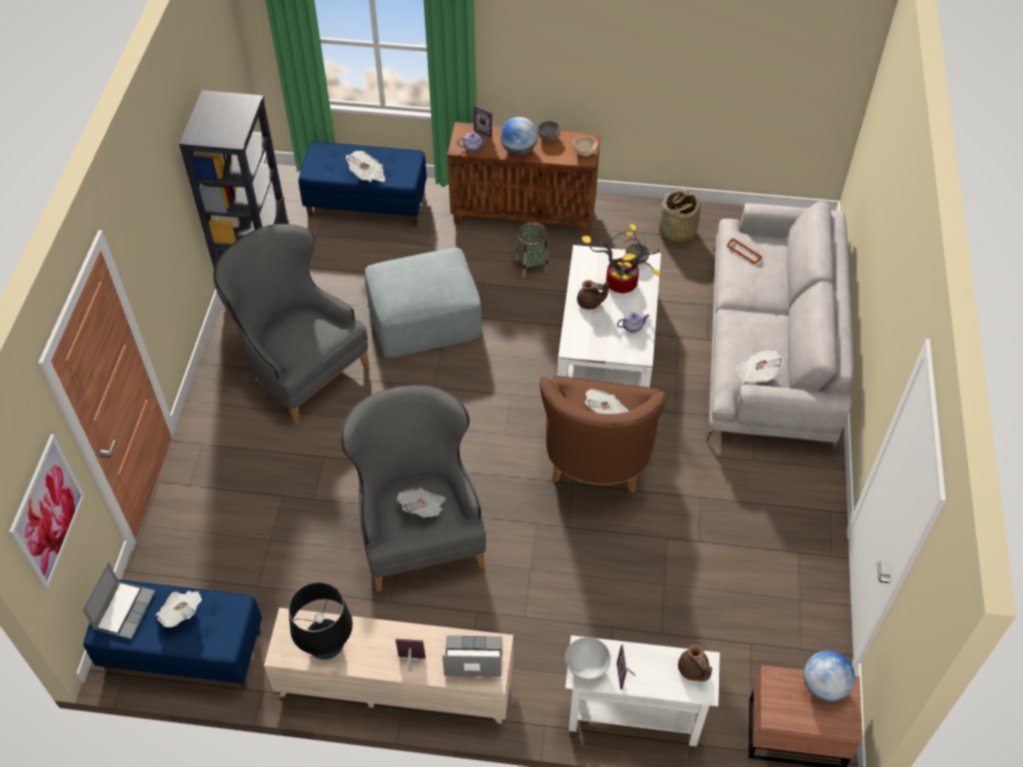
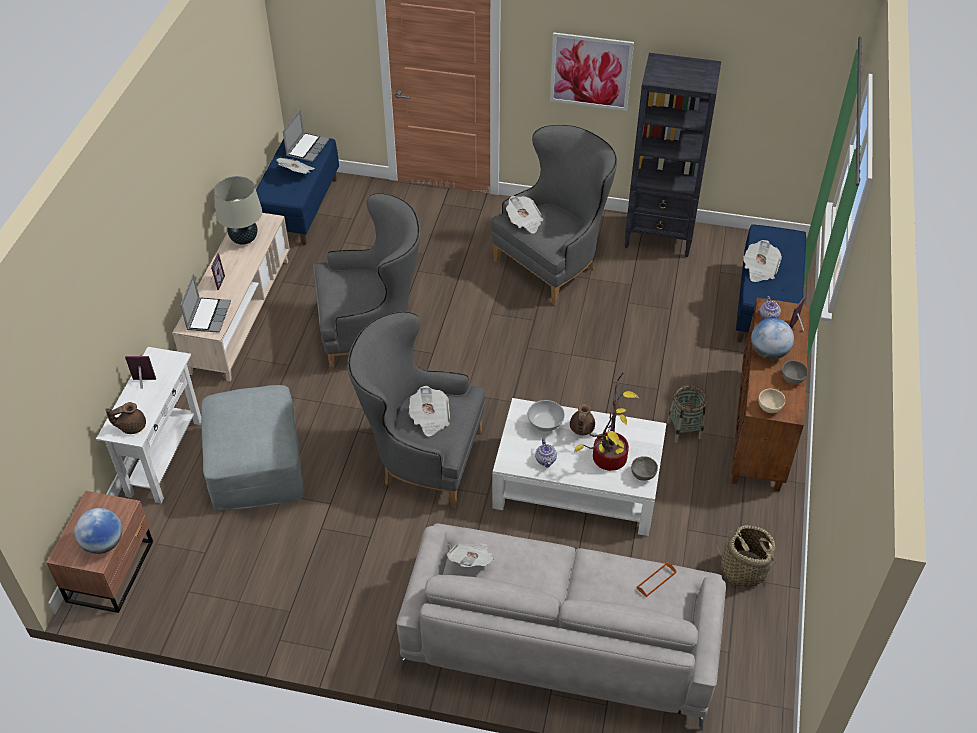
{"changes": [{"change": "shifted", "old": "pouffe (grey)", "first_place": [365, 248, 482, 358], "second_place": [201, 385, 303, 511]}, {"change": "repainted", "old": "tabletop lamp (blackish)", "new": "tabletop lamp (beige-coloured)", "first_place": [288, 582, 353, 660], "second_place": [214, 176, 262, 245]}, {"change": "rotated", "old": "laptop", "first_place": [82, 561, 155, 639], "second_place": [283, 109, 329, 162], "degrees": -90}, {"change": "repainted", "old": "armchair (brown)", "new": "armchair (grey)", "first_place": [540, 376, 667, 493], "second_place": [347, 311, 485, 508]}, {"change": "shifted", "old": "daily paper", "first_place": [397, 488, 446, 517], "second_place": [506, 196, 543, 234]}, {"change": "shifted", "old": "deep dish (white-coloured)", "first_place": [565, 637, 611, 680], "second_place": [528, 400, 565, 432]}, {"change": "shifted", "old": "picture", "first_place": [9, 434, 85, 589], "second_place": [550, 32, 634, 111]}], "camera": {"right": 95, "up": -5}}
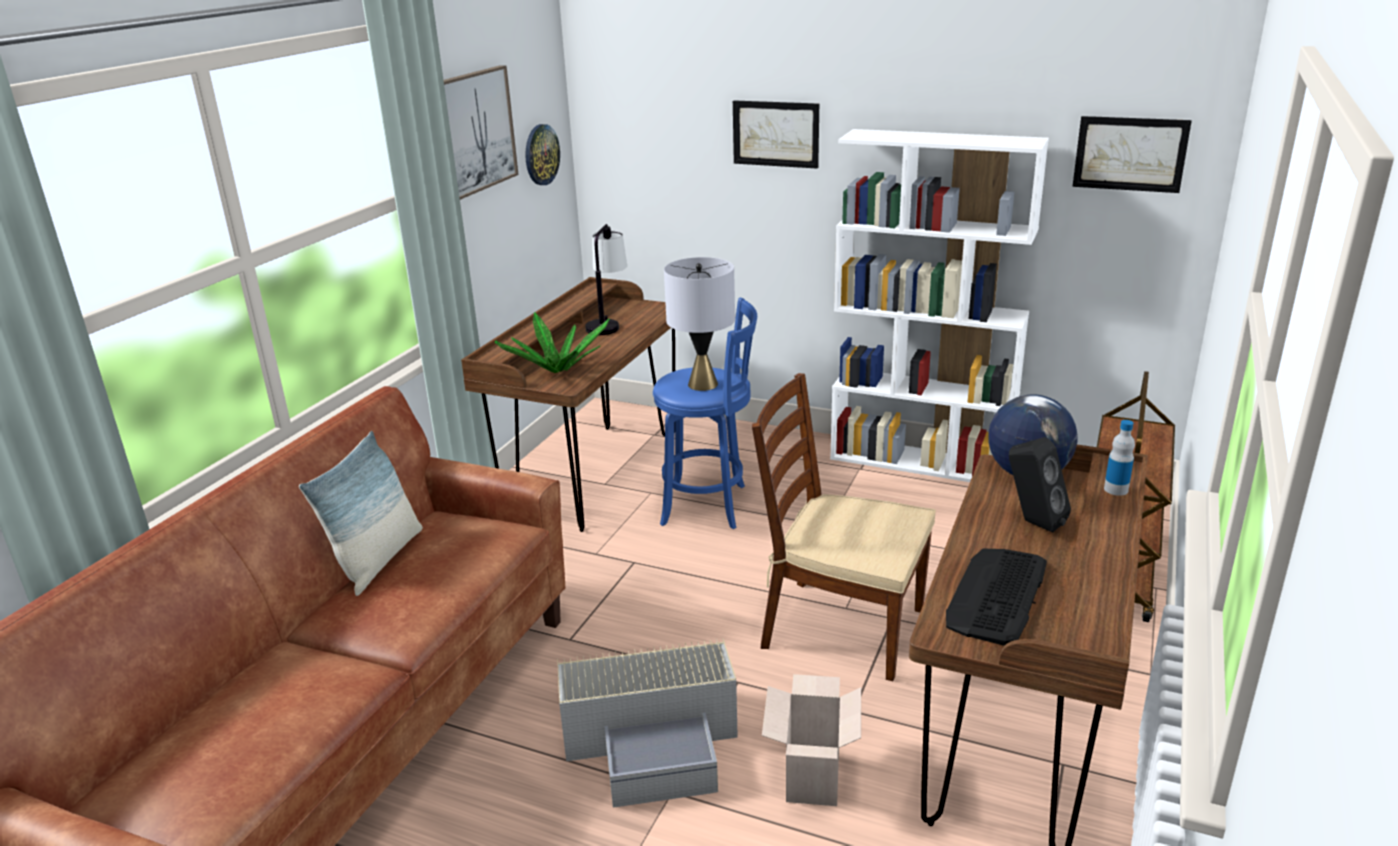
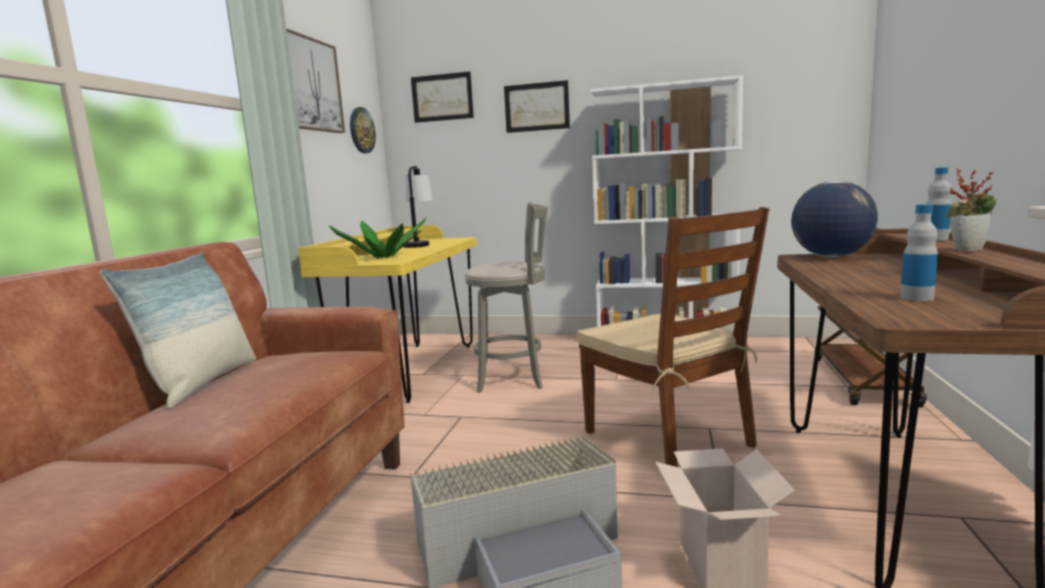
{"changes": [{"change": "repainted", "old": "desk (brown)", "new": "desk (yellow-coloured)", "first_place": [461, 277, 675, 532], "second_place": [298, 225, 477, 403]}, {"change": "shifted", "old": "picture", "first_place": [1072, 116, 1192, 193], "second_place": [411, 71, 474, 123]}, {"change": "repainted", "old": "sitting stool (bluish)", "new": "sitting stool (grey)", "first_place": [653, 298, 757, 529], "second_place": [464, 203, 548, 393]}, {"change": "rotated", "old": "upright chair (brown)", "first_place": [752, 373, 936, 681], "second_place": [577, 207, 770, 467], "degrees": -135}, {"change": "swapped", "old": "PC keyboard", "new": "drink bottle", "first_place": [946, 549, 1047, 646], "second_place": [900, 204, 938, 301]}, {"change": "new", "new": "plant in a pot", "second_place": [947, 169, 997, 251]}, {"change": "gone", "old": "tabletop lamp (grey)", "first_place": [664, 257, 735, 391]}, {"change": "gone", "old": "audio speaker (blackish)", "first_place": [1009, 437, 1071, 533]}], "camera": {"right": -10, "up": -15}}
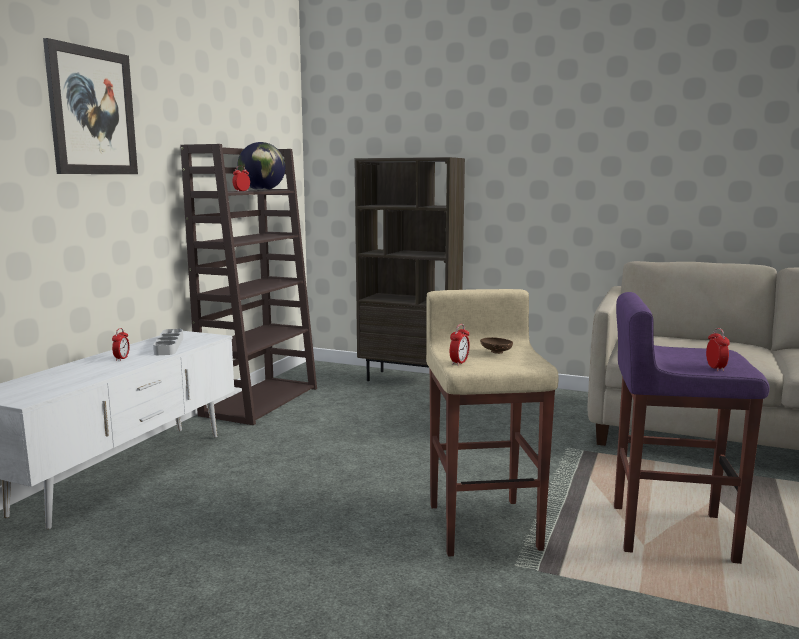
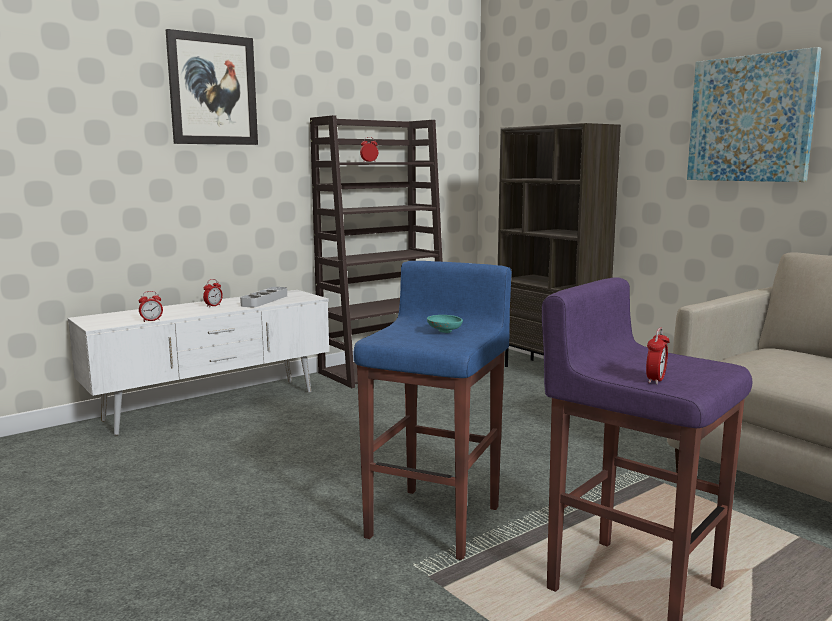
{"changes": [{"change": "shifted", "old": "bedside clock", "first_place": [450, 324, 470, 366], "second_place": [139, 291, 163, 322]}, {"change": "repainted", "old": "sitting stool (beige-coloured)", "new": "sitting stool (bluish)", "first_place": [426, 289, 558, 557], "second_place": [353, 261, 512, 560]}, {"change": "repainted", "old": "deep dish (brown)", "new": "deep dish (turquoise)", "first_place": [480, 337, 513, 354], "second_place": [427, 315, 463, 333]}, {"change": "new", "new": "picture", "second_place": [687, 47, 821, 182]}, {"change": "gone", "old": "world globe", "first_place": [237, 142, 286, 191]}], "camera": {"right": 30, "up": 0}}
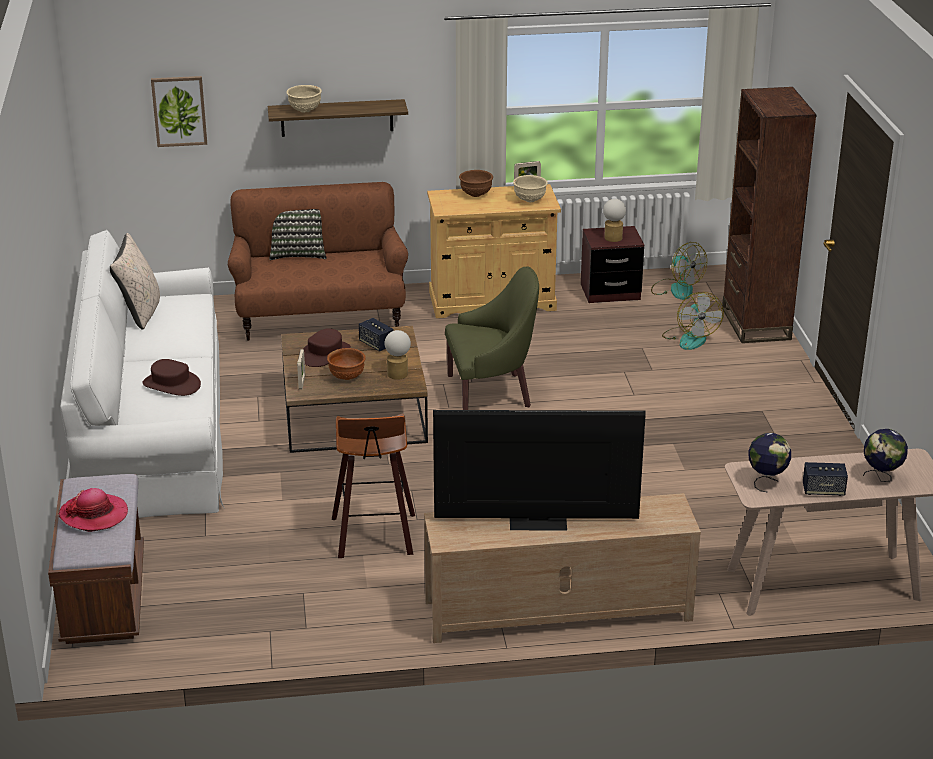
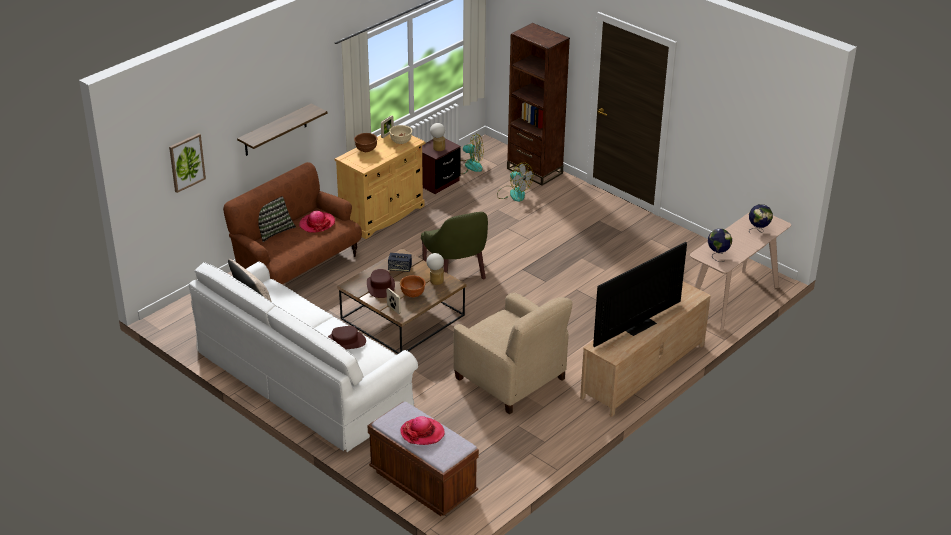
{"changes": [{"change": "new", "new": "wearable hat", "second_place": [299, 211, 335, 233]}, {"change": "rotated", "old": "armchair (greenish)", "first_place": [445, 266, 539, 410], "second_place": [421, 212, 488, 280], "degrees": 120}, {"change": "swapped", "old": "sitting stool", "new": "armchair (beige-coloured)", "first_place": [332, 413, 415, 558], "second_place": [453, 293, 573, 414]}, {"change": "gone", "old": "deep dish (beige-coloured)", "first_place": [287, 85, 322, 113]}, {"change": "gone", "old": "audio speaker", "first_place": [803, 462, 848, 496]}], "camera": {"right": -40, "up": 5}}
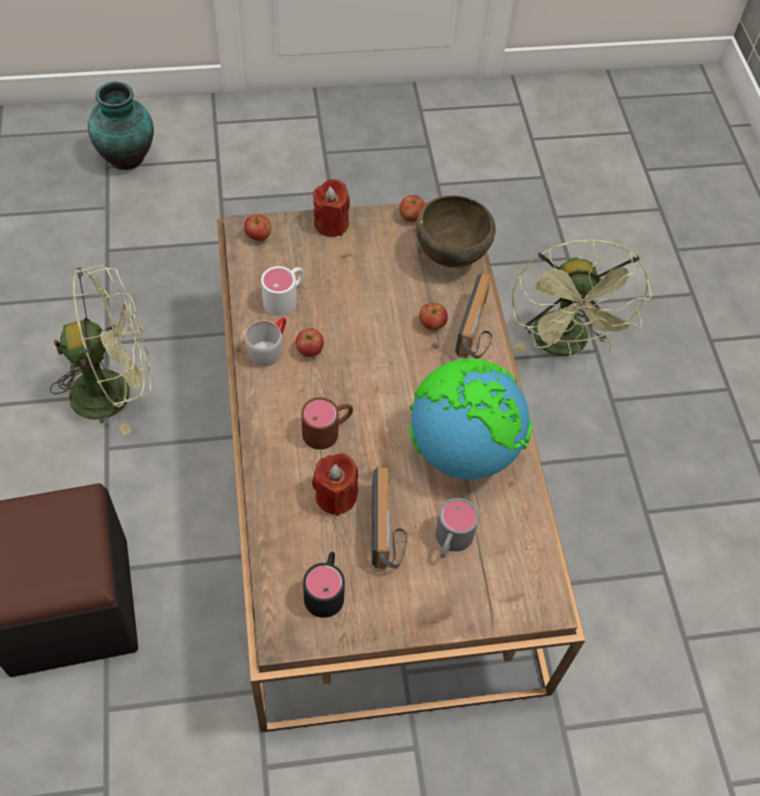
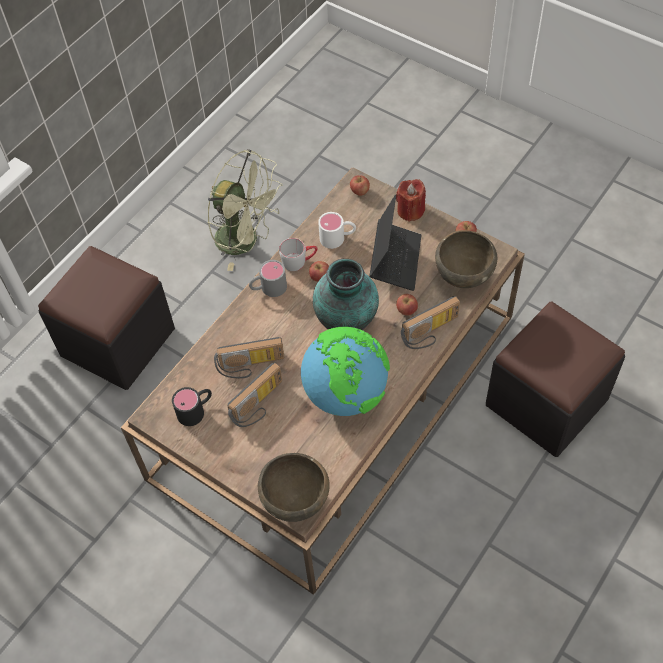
{"changes": [{"change": "swapped", "old": "wax light (red-coloured)", "new": "radio", "first_place": [312, 453, 358, 516], "second_place": [214, 337, 284, 379]}, {"change": "shifted", "old": "mug (grey)", "first_place": [435, 498, 479, 558], "second_place": [249, 260, 287, 297]}, {"change": "new", "new": "deep dish (brown)", "second_place": [258, 453, 330, 522]}, {"change": "shifted", "old": "flower vase", "first_place": [88, 82, 154, 170], "second_place": [313, 259, 379, 330]}, {"change": "new", "new": "laptop", "second_place": [369, 194, 421, 291]}, {"change": "swapped", "old": "cooling fan (greenish)", "new": "pouffe (blackish)", "first_place": [512, 239, 652, 358], "second_place": [486, 302, 625, 457]}, {"change": "gone", "old": "mug (brown)", "first_place": [301, 397, 353, 450]}], "camera": {"right": 50, "up": 0}}
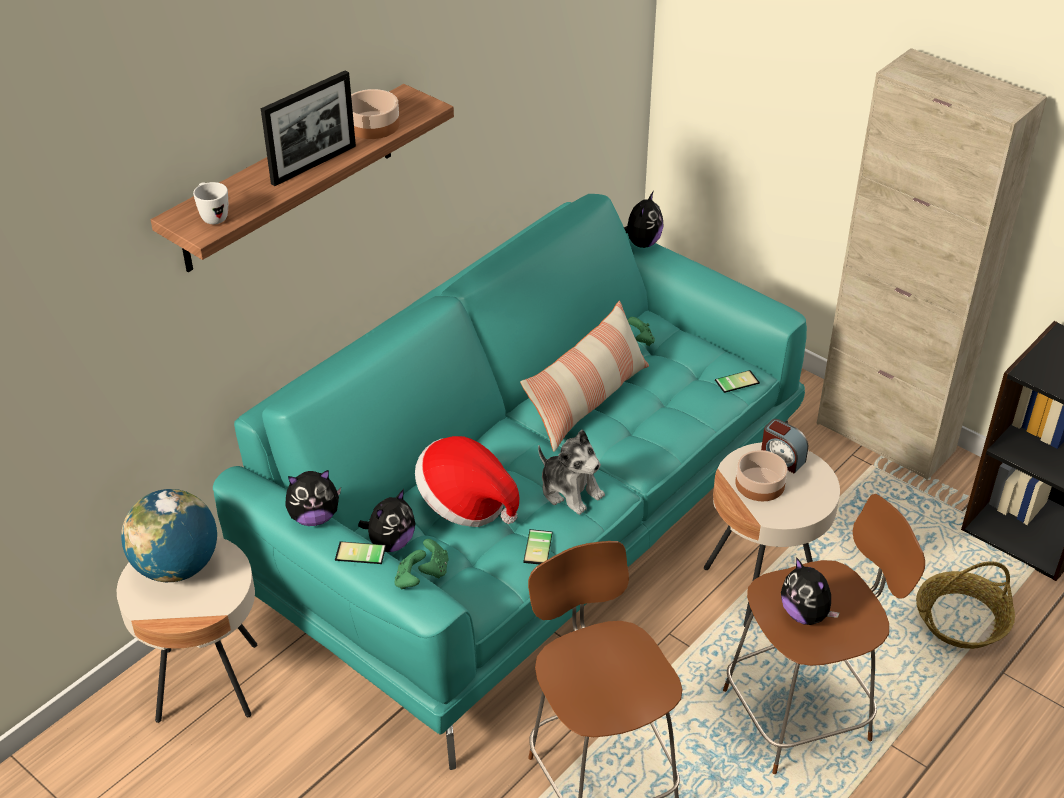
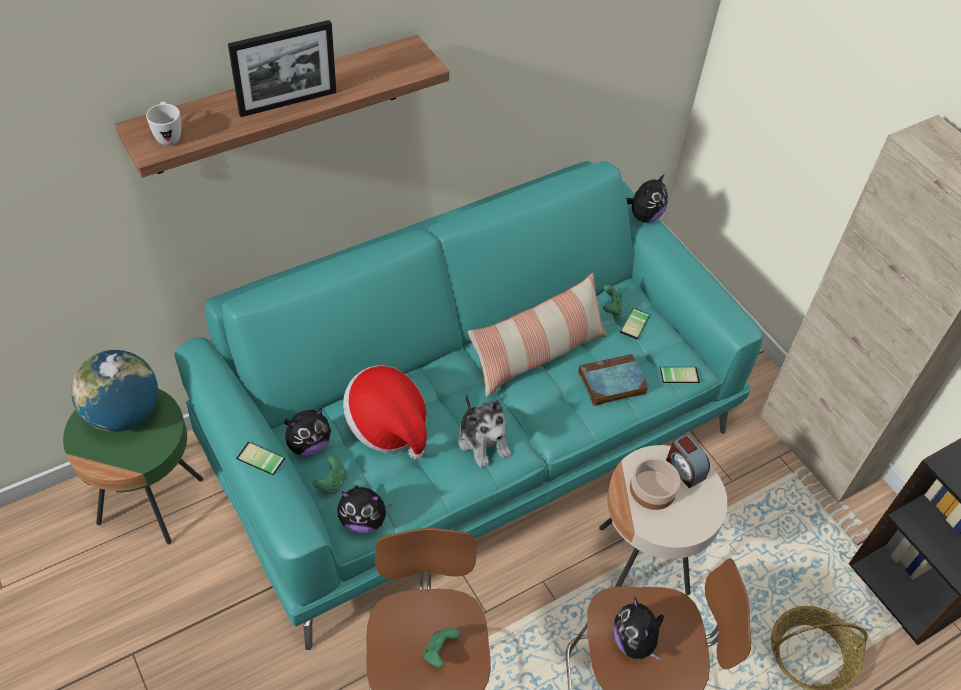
{"changes": [{"change": "repainted", "old": "end table (beige-coloured)", "new": "end table (greenish)", "first_place": [117, 536, 257, 723], "second_place": [63, 388, 203, 544]}, {"change": "shifted", "old": "soft toy", "first_place": [285, 470, 341, 526], "second_place": [337, 485, 392, 533]}, {"change": "shifted", "old": "joypad (greenish)", "first_place": [395, 550, 426, 590], "second_place": [423, 628, 460, 668]}, {"change": "new", "new": "book", "second_place": [578, 354, 649, 406]}, {"change": "shifted", "old": "handset", "first_place": [523, 529, 553, 565], "second_place": [620, 308, 650, 339]}, {"change": "gone", "old": "deep dish", "first_place": [351, 89, 400, 139]}], "camera": {"right": 15, "up": 10}}
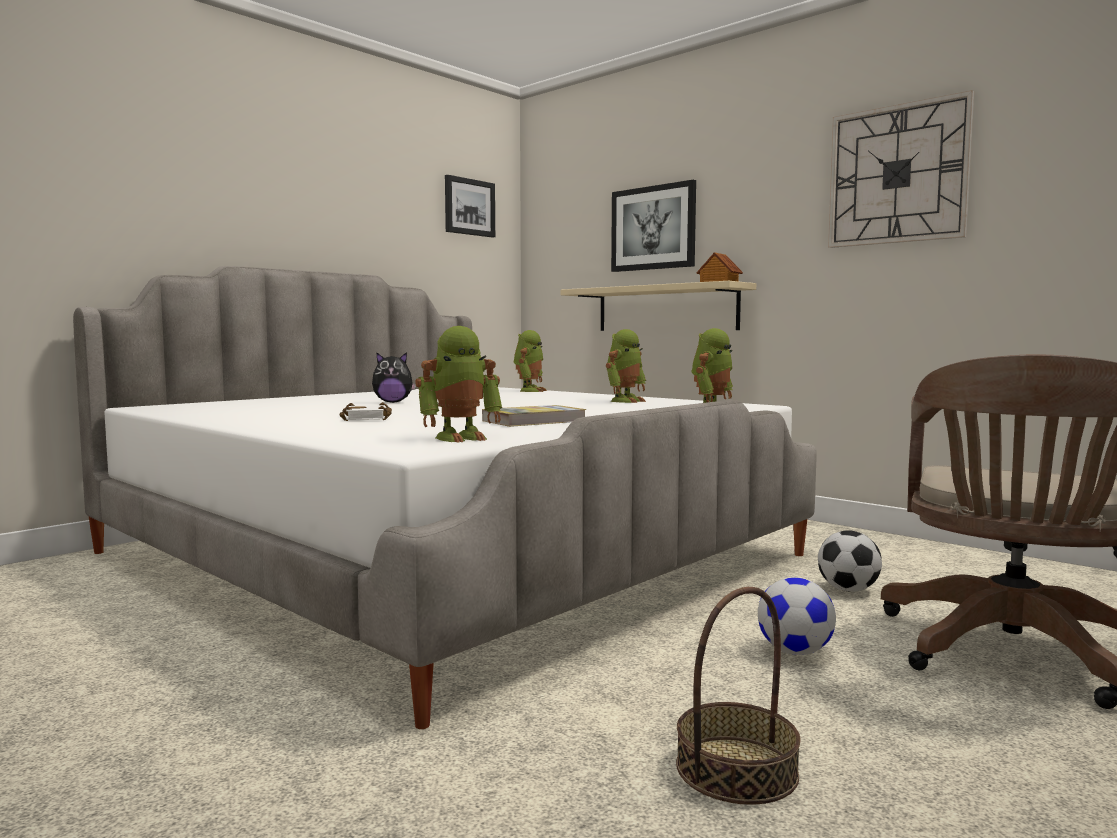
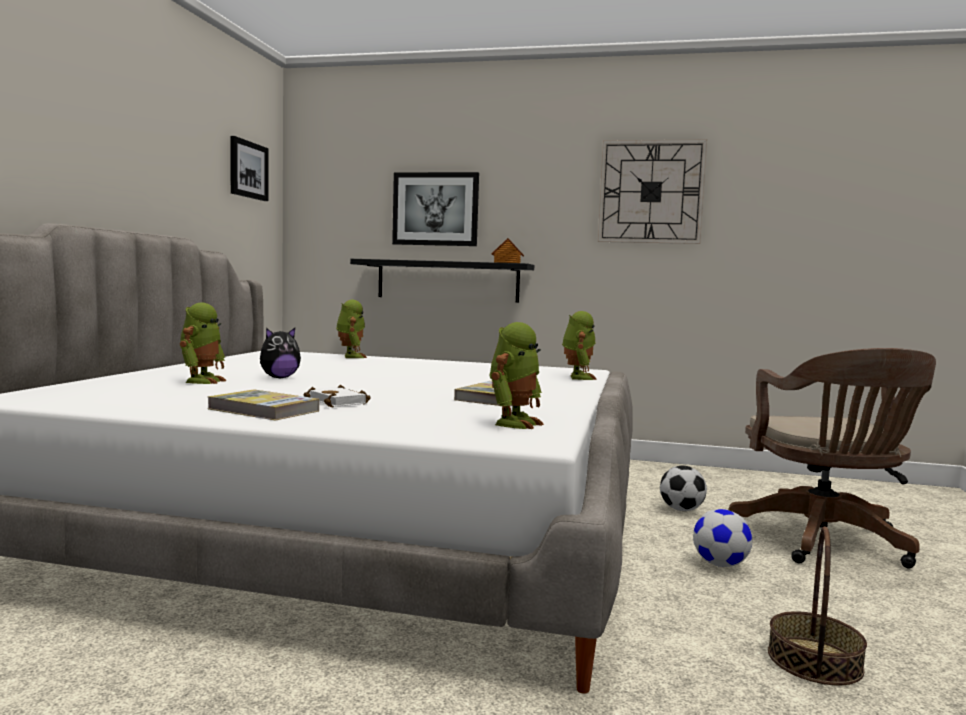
{"changes": [{"change": "shifted", "old": "toy robot", "first_place": [606, 329, 646, 403], "second_place": [180, 303, 226, 384]}, {"change": "new", "new": "book", "second_place": [207, 390, 319, 421]}, {"change": "repainted", "old": "shelf (beige-coloured)", "new": "shelf (blackish)", "first_place": [561, 281, 756, 331], "second_place": [350, 259, 534, 303]}], "camera": {"right": -30, "up": 0}}
